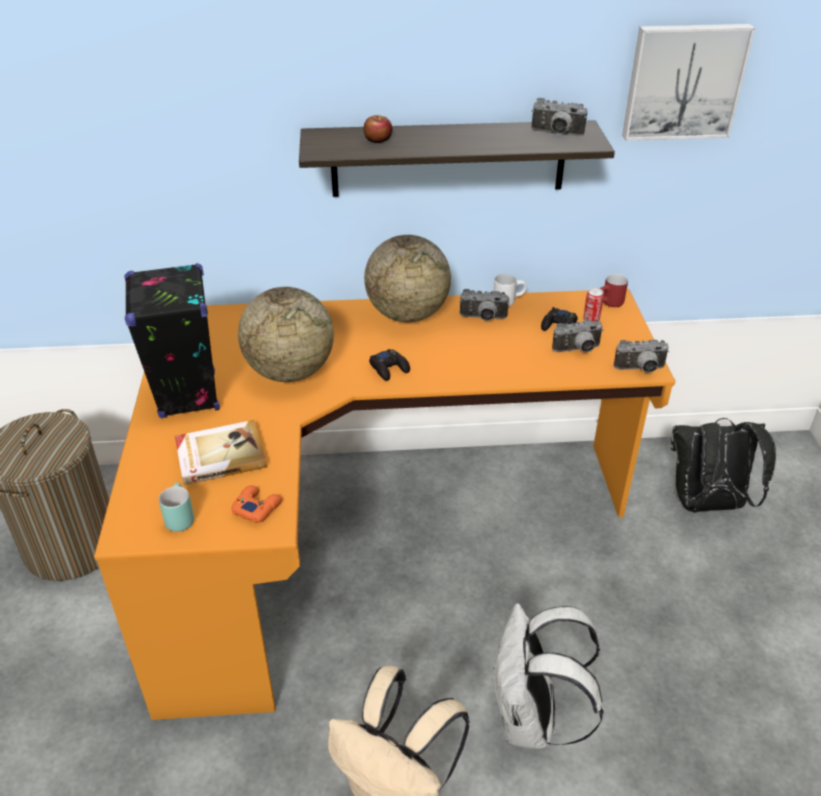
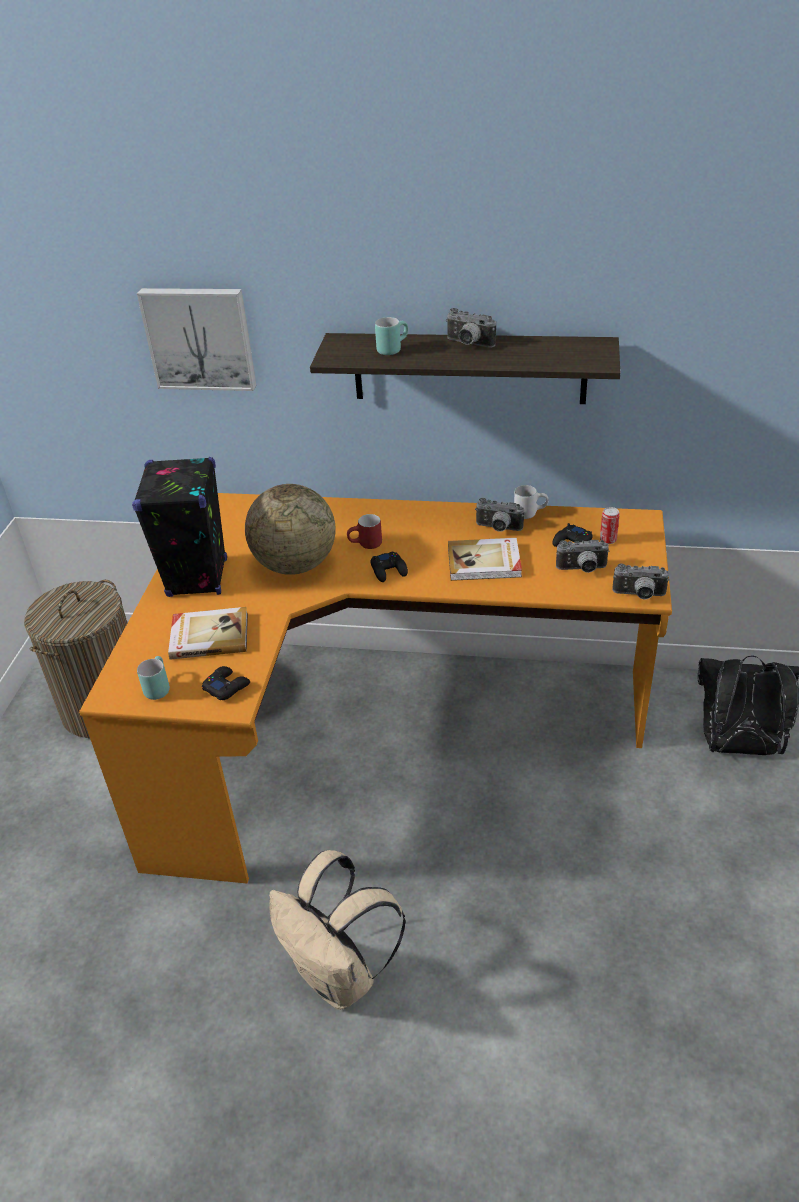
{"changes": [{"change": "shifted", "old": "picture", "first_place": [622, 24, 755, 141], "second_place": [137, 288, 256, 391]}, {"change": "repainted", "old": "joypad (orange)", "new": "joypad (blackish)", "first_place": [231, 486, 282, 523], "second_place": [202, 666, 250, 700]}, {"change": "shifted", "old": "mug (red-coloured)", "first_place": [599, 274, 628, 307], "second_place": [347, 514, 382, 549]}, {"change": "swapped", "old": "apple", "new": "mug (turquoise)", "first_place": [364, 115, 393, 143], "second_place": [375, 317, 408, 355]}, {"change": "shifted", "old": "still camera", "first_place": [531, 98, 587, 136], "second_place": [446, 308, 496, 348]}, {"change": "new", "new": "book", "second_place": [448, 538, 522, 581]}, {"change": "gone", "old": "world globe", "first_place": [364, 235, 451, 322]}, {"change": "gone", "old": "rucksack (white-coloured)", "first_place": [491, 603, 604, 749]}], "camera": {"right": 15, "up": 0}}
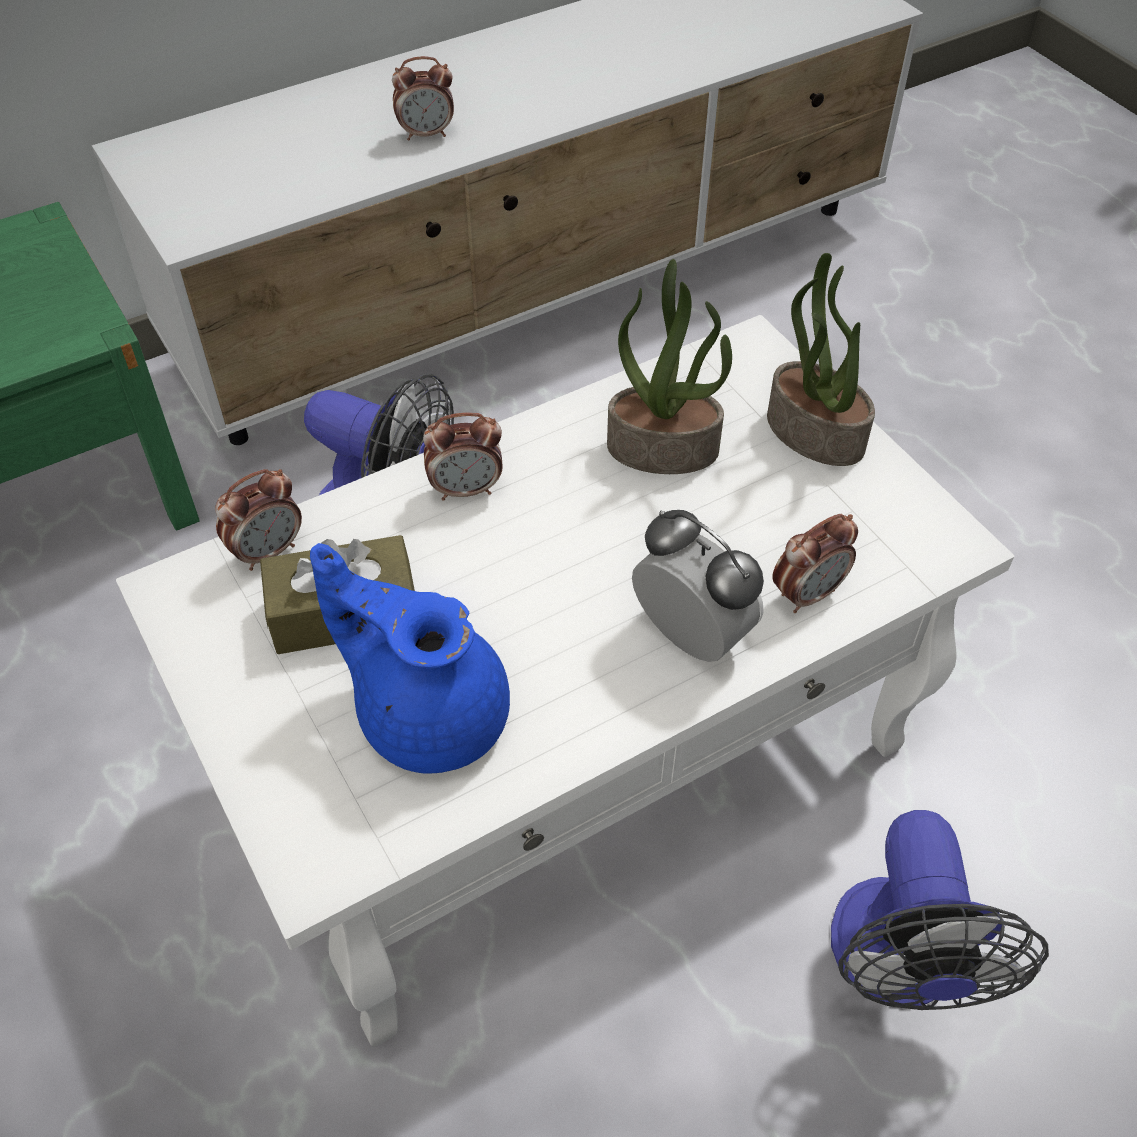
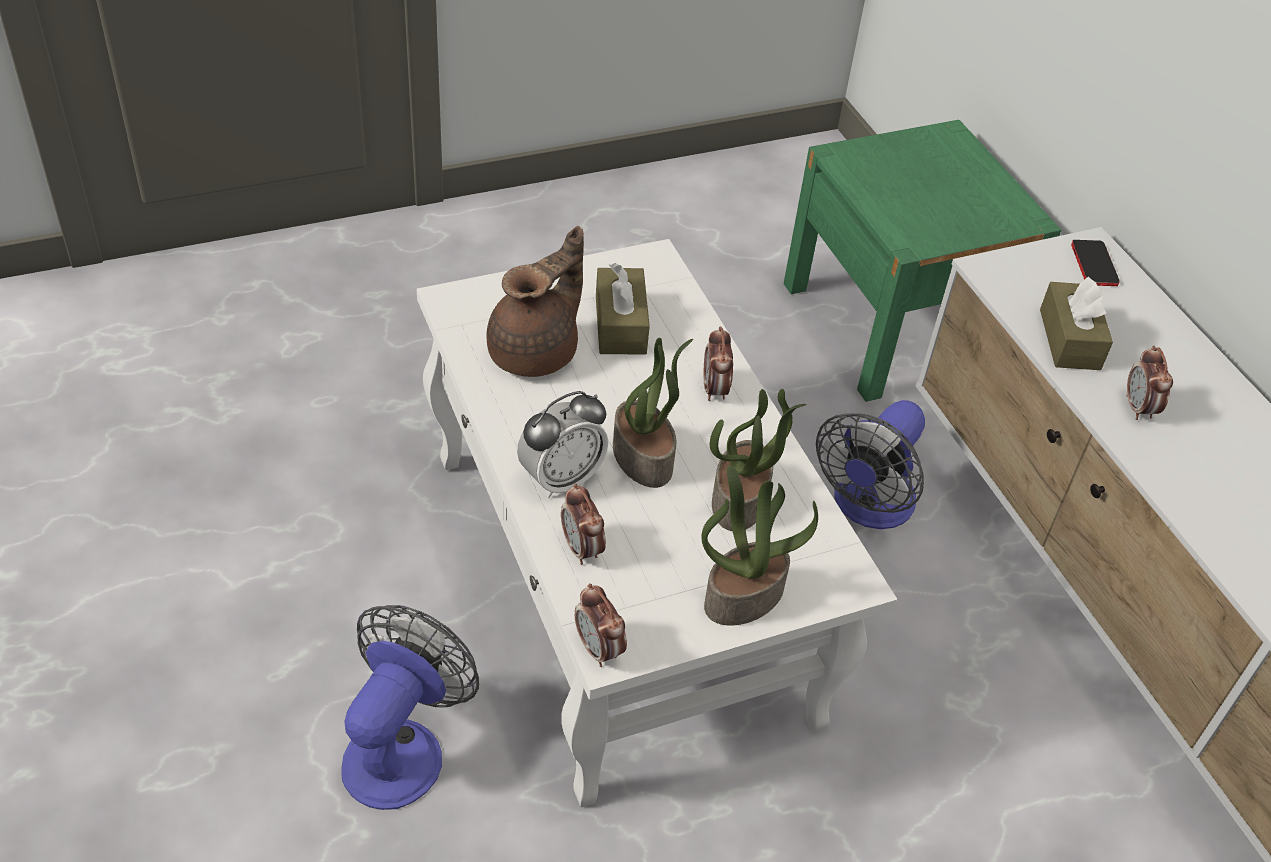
{"changes": [{"change": "rotated", "old": "cooling fan", "first_place": [831, 810, 1049, 1010], "second_place": [341, 605, 479, 810], "degrees": 105}, {"change": "repainted", "old": "tea pot (bluish)", "new": "tea pot (brown)", "first_place": [310, 543, 510, 774], "second_place": [486, 226, 584, 377]}, {"change": "shifted", "old": "bedside clock", "first_place": [215, 469, 302, 571], "second_place": [575, 583, 627, 667]}, {"change": "new", "new": "plant in a pot", "second_place": [613, 338, 693, 488]}, {"change": "new", "new": "box of tissues (brown)", "second_place": [1040, 277, 1113, 370]}, {"change": "new", "new": "handset", "second_place": [1071, 240, 1120, 286]}], "camera": {"right": 95, "up": -5}}
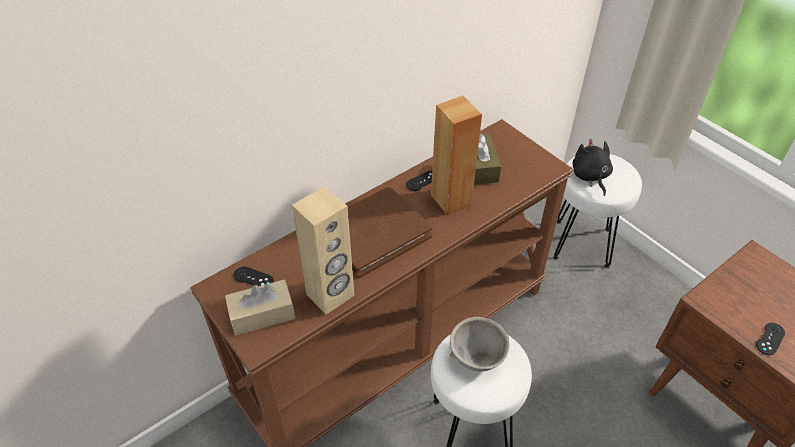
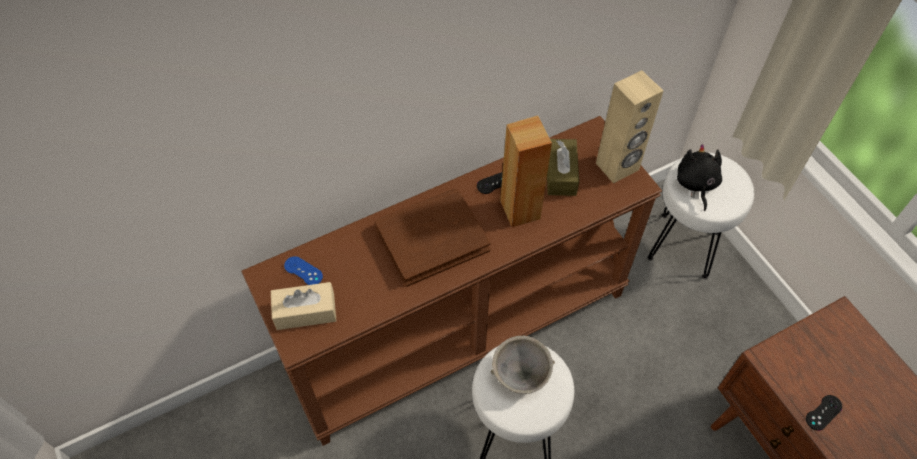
{"changes": [{"change": "repainted", "old": "joypad (blackish)", "new": "joypad (bluish)", "first_place": [233, 267, 274, 286], "second_place": [284, 256, 323, 285]}, {"change": "shifted", "old": "audio speaker (beige-coloured)", "first_place": [292, 187, 355, 315], "second_place": [596, 70, 664, 184]}], "camera": {"right": 10, "up": 10}}
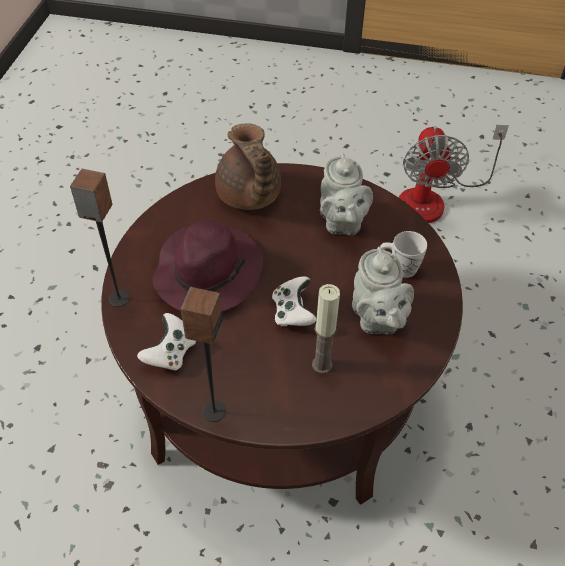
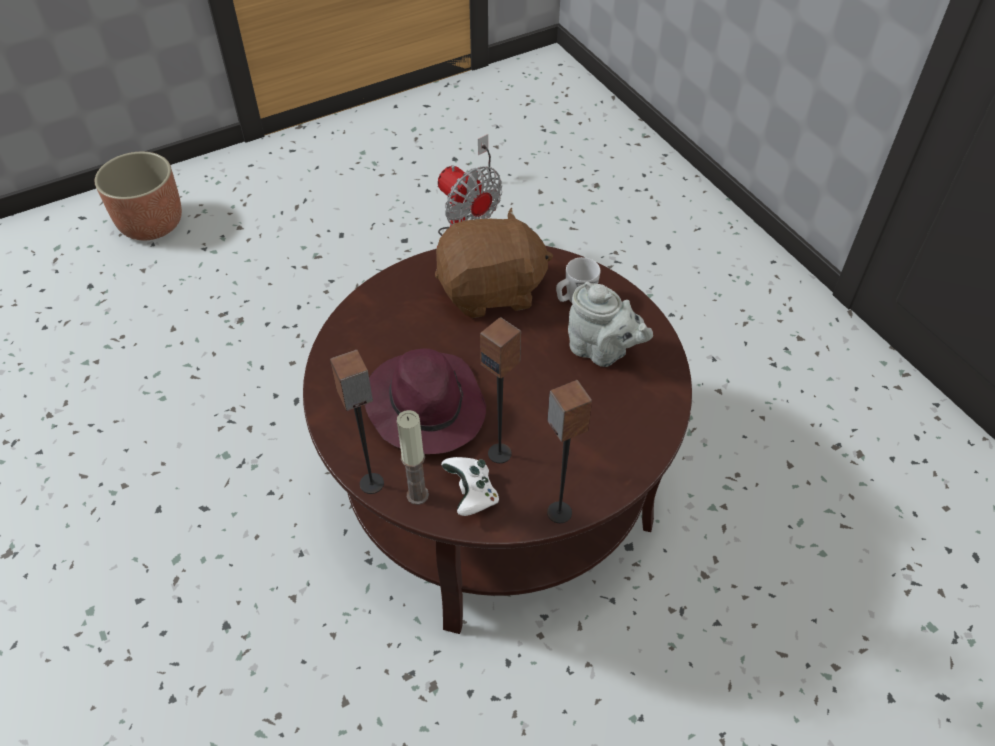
{"changes": [{"change": "new", "new": "planter", "second_place": [95, 152, 182, 240]}, {"change": "shifted", "old": "wax light", "first_place": [312, 284, 340, 374], "second_place": [397, 410, 429, 505]}, {"change": "swapped", "old": "tea pot (grey)", "new": "soft toy (brown)", "first_place": [320, 153, 373, 235], "second_place": [435, 208, 553, 318]}, {"change": "new", "new": "audio speaker", "second_place": [480, 317, 521, 463]}, {"change": "gone", "old": "tea pot (brown)", "first_place": [215, 123, 281, 210]}, {"change": "gone", "old": "joypad (white-coloured)", "first_place": [272, 276, 316, 327]}], "camera": {"right": -40, "up": 0}}
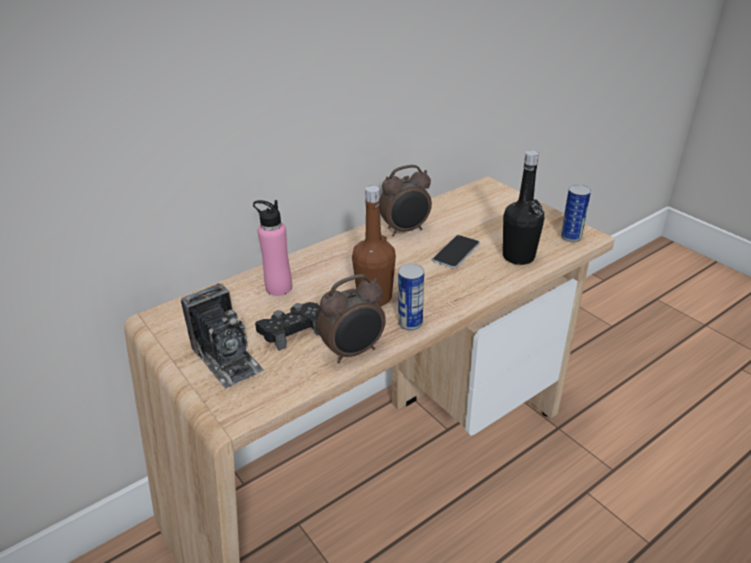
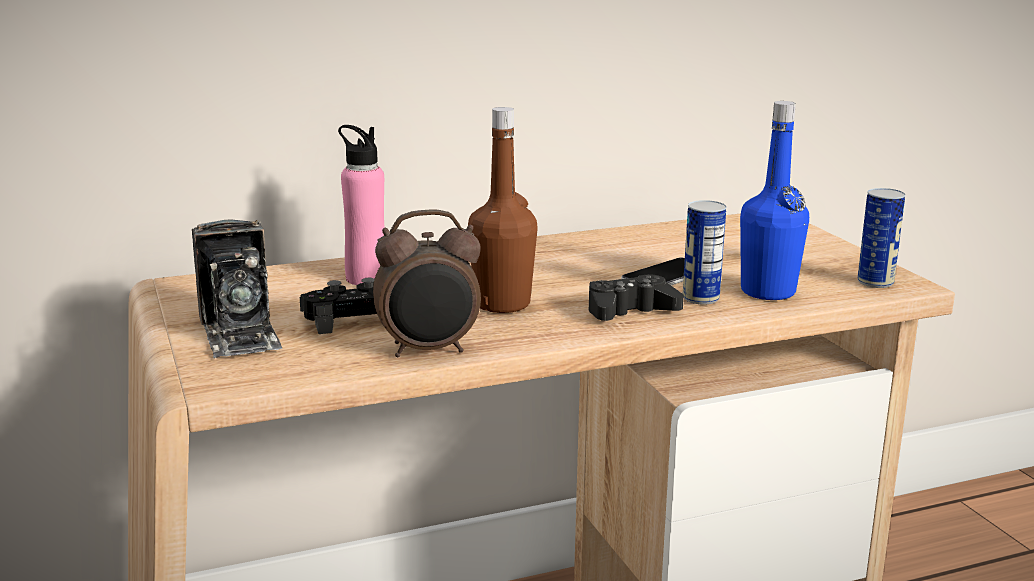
{"changes": [{"change": "new", "new": "joypad (blackish)", "second_place": [589, 274, 684, 321]}, {"change": "shifted", "old": "sealed can", "first_place": [398, 264, 424, 331], "second_place": [683, 200, 726, 305]}, {"change": "repainted", "old": "drink bottle (blackish)", "new": "drink bottle (bluish)", "first_place": [503, 150, 544, 265], "second_place": [740, 101, 809, 300]}, {"change": "gone", "old": "bedside clock", "first_place": [379, 165, 432, 236]}], "camera": {"right": 15, "up": -15}}
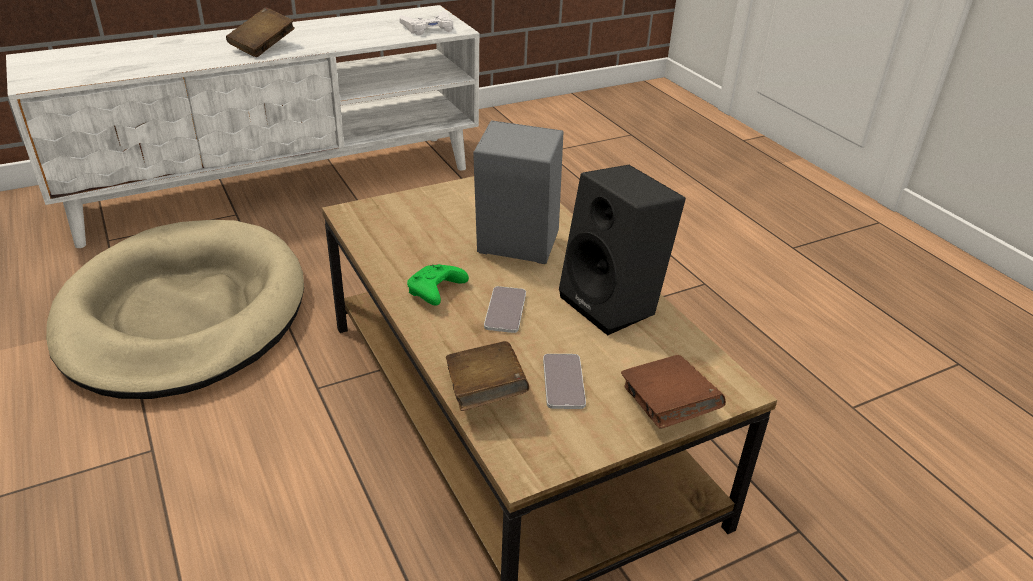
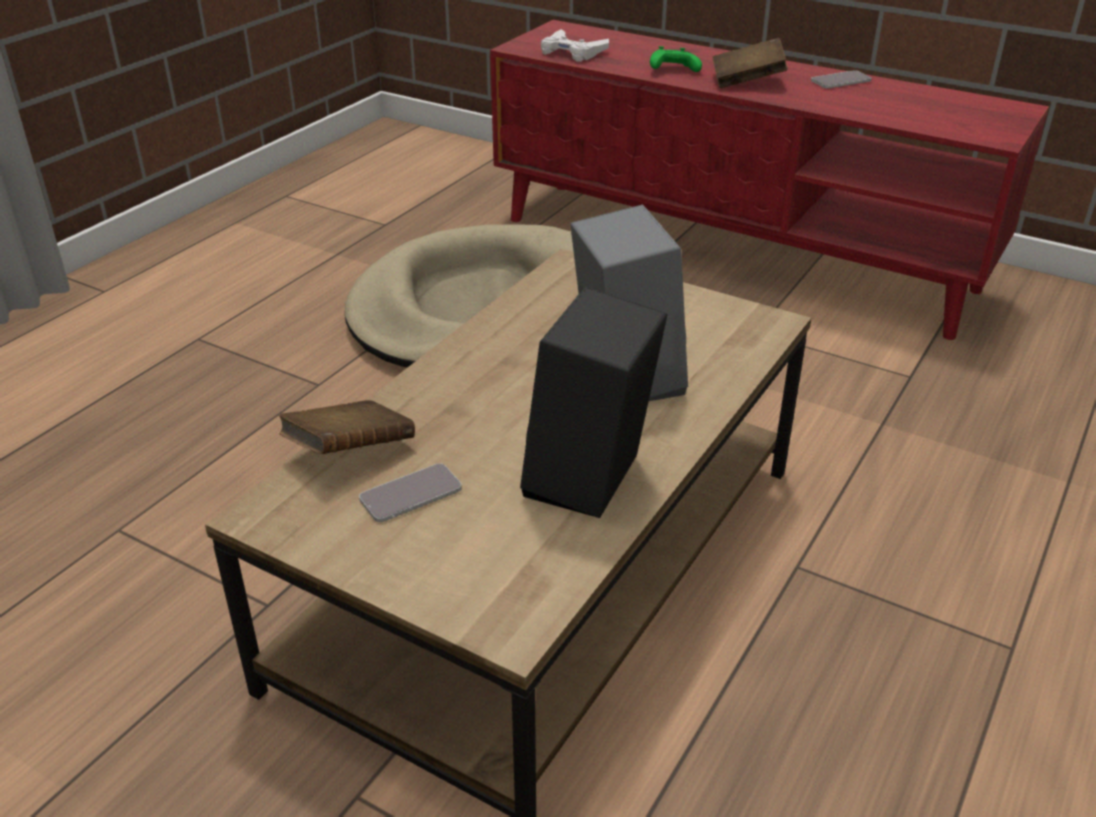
{"changes": [{"change": "repainted", "old": "tv unit (white-coloured)", "new": "tv unit (red-coloured)", "first_place": [6, 5, 479, 248], "second_place": [490, 20, 1049, 340]}, {"change": "shifted", "old": "joypad (white-coloured)", "first_place": [399, 11, 453, 35], "second_place": [541, 29, 609, 62]}, {"change": "shifted", "old": "joypad (greenish)", "first_place": [407, 264, 469, 305], "second_place": [650, 46, 702, 72]}, {"change": "shifted", "old": "handset", "first_place": [484, 286, 526, 333], "second_place": [811, 70, 872, 88]}, {"change": "gone", "old": "book (brown)", "first_place": [621, 355, 726, 429]}], "camera": {"right": 60, "up": 0}}
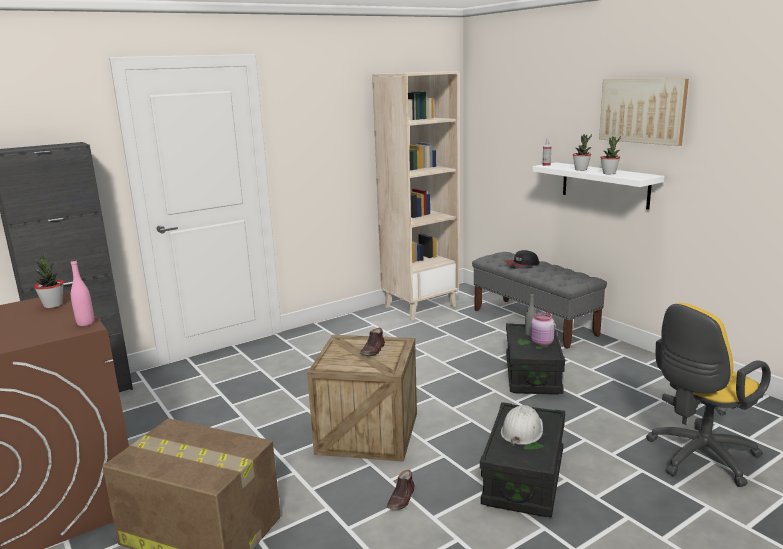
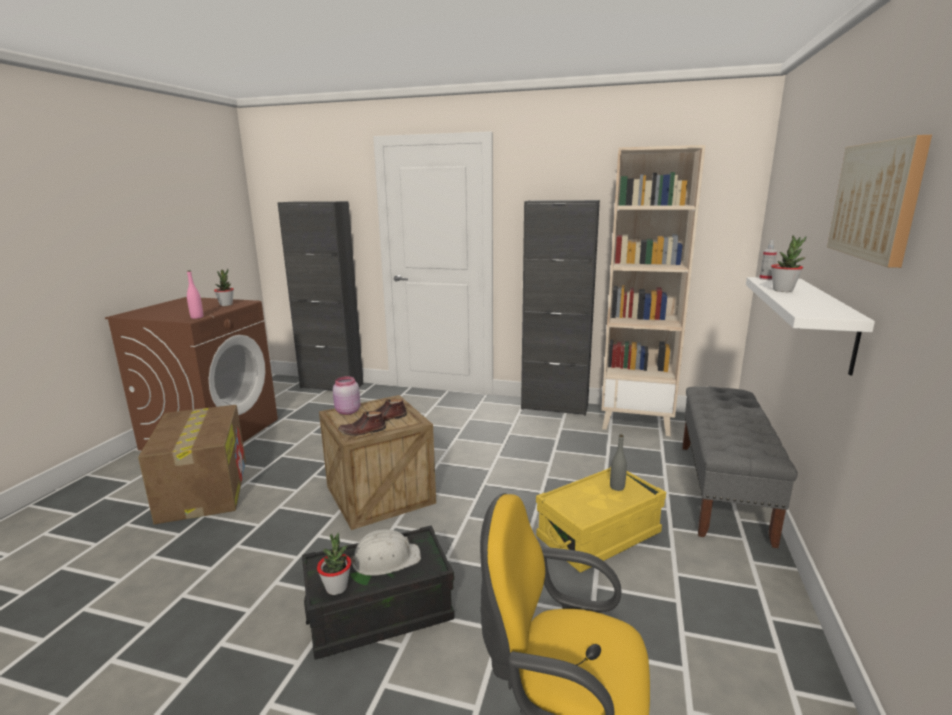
{"changes": [{"change": "shifted", "old": "plant in a pot", "first_place": [600, 136, 621, 174], "second_place": [317, 533, 351, 595]}, {"change": "shifted", "old": "jar (pink)", "first_place": [531, 312, 555, 346], "second_place": [333, 376, 360, 415]}, {"change": "shifted", "old": "shoe (brown)", "first_place": [387, 470, 415, 510], "second_place": [338, 411, 386, 436]}, {"change": "new", "new": "storage cabinet (blackish)", "second_place": [521, 200, 600, 416]}, {"change": "repainted", "old": "storage container (blackish)", "new": "storage container (yellow-coloured)", "first_place": [506, 323, 565, 395], "second_place": [536, 467, 666, 573]}, {"change": "gone", "old": "baseball cap", "first_place": [505, 250, 539, 266]}], "camera": {"right": 50, "up": 0}}
